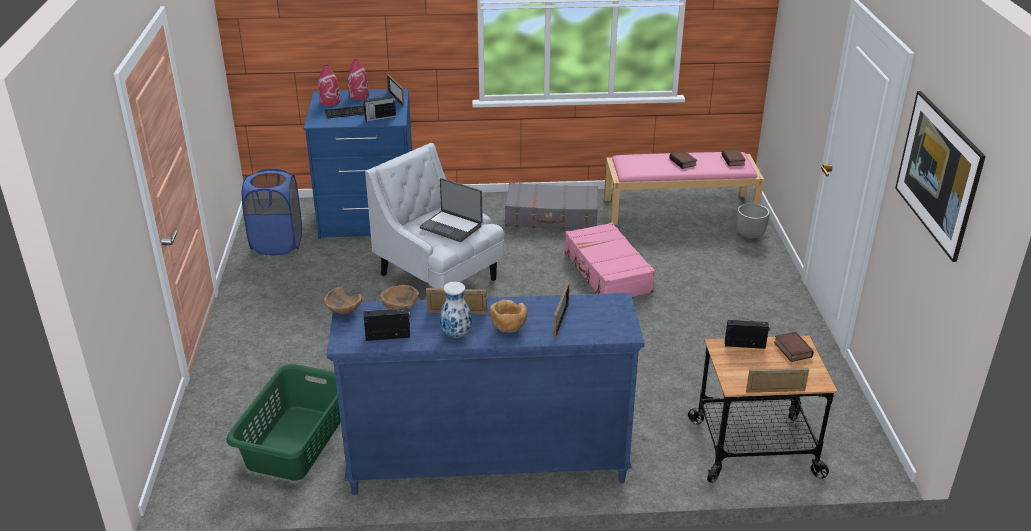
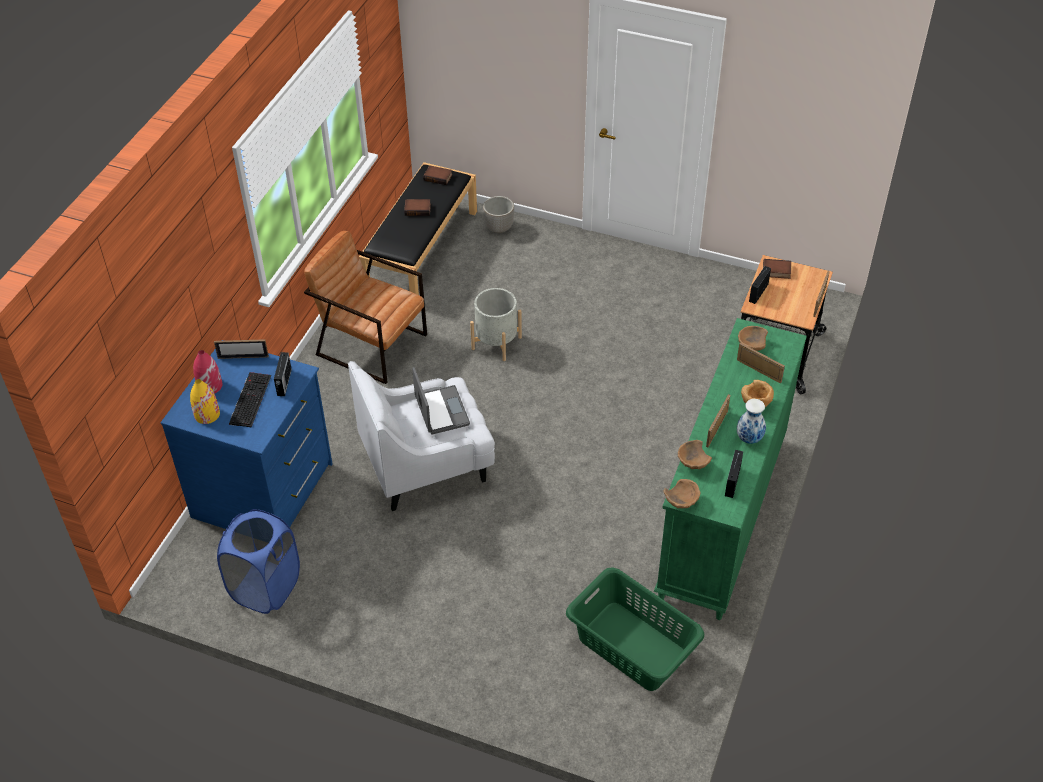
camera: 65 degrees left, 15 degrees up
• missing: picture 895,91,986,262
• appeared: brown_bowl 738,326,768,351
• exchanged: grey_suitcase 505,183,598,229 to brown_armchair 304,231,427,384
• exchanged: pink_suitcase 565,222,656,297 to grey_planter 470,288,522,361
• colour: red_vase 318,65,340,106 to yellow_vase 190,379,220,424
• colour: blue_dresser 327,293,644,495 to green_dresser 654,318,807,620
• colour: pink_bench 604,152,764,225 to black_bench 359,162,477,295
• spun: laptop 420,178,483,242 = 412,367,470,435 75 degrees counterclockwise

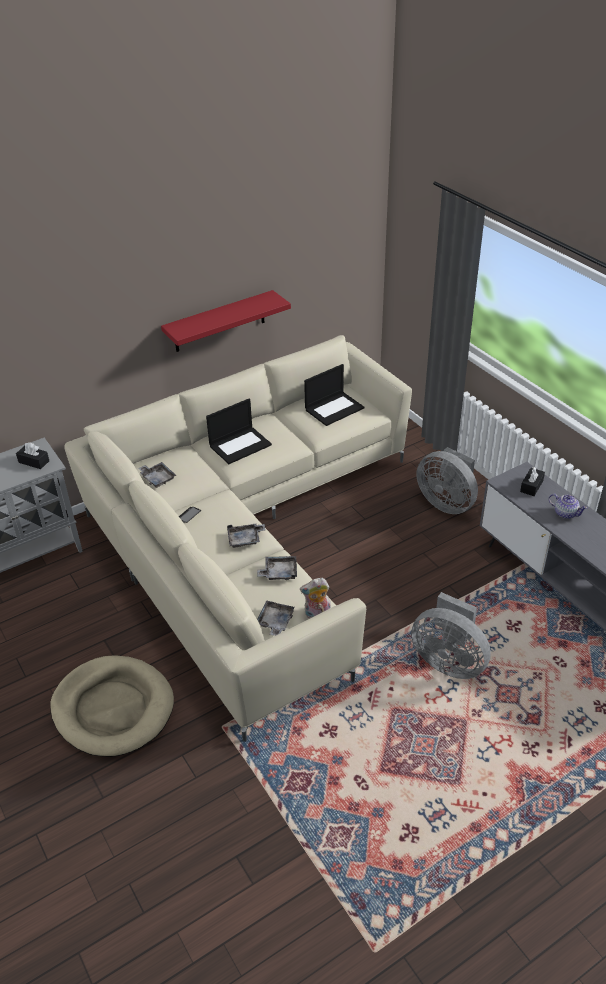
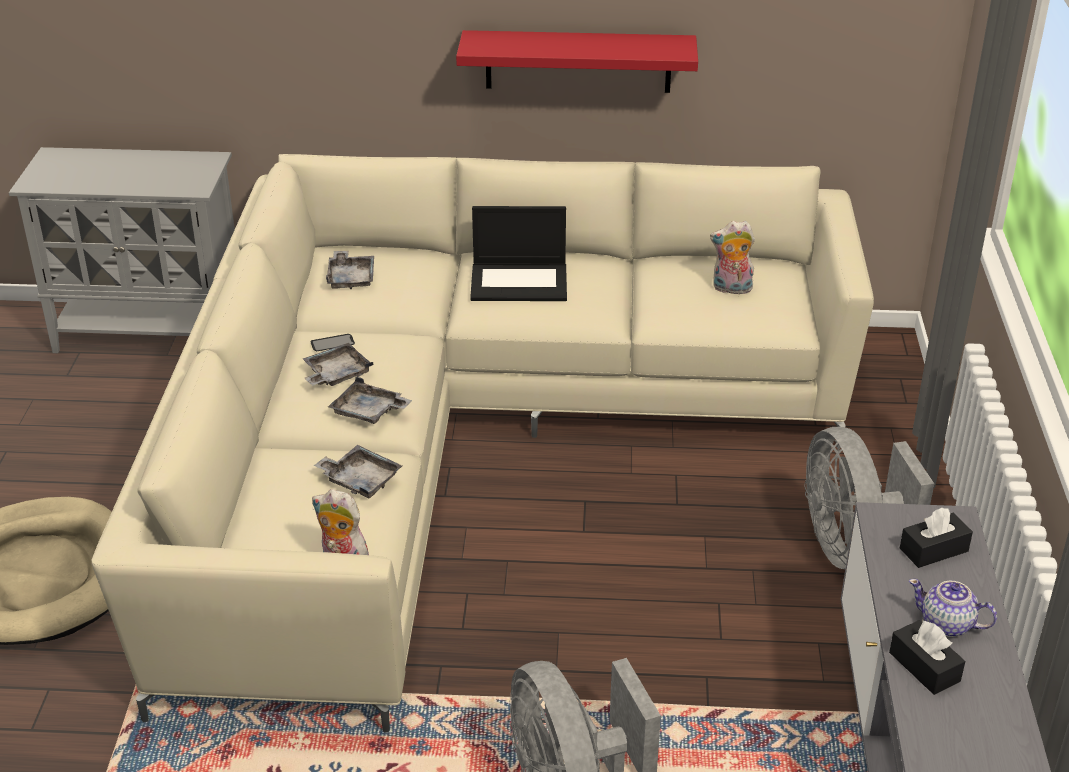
camera: 35 degrees right, 5 degrees down
• relocated: black_tissue_box 16,442,49,469 to 889,620,965,695
• relocated: grey_tray 257,600,295,636 to 303,343,373,386
• exchanged: laptop 304,364,364,426 to plush_toy 710,221,755,294
• spun: teapot 549,494,588,519 = 909,579,997,637 135 degrees clockwise

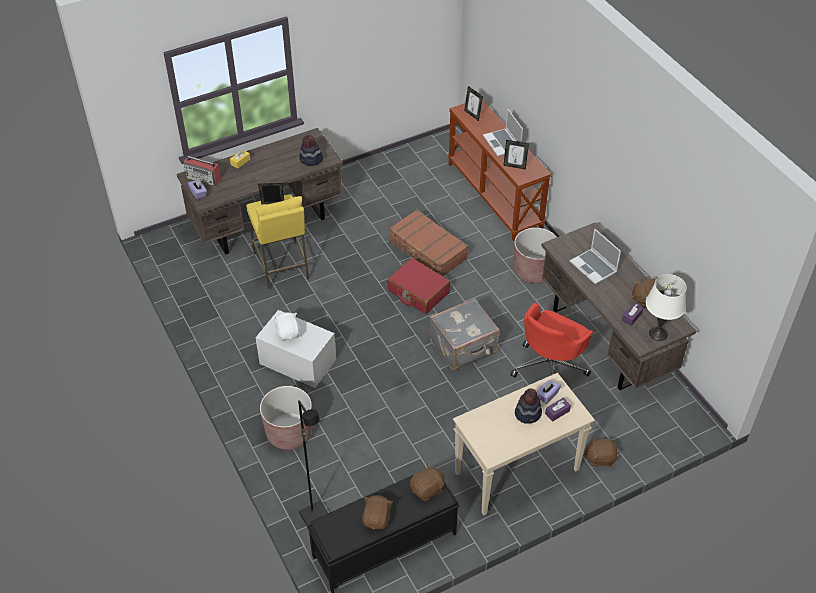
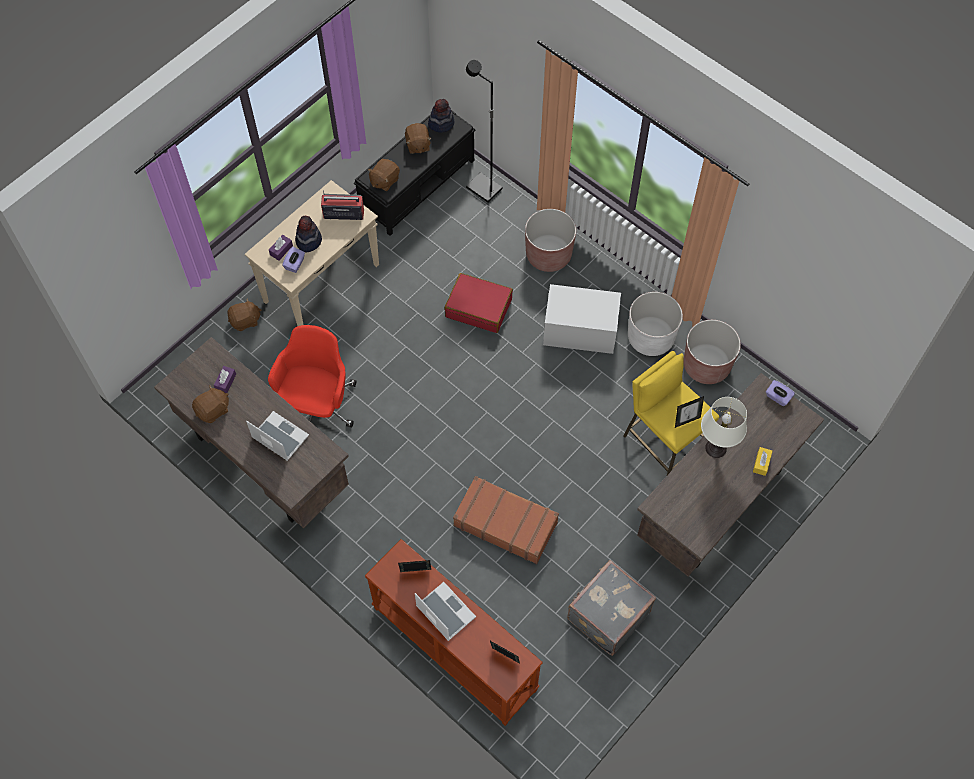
camera: 160 degrees right, 15 degrees up
• missing: white_plush_toy 272,312,300,341
• appeared: white_planter 628,292,683,356
• relocated: radio 184,156,221,186 to 321,190,364,220
• relocated: hat 299,135,324,166 to 428,99,454,133
• relocated: red_suitcase 387,258,450,314 to 445,273,513,333
• relocated: grey_suitcase 430,298,500,371 to 567,560,656,656
• relocated: brown_planter 514,228,557,284 to 684,320,741,384
• relocated: white_table_lamp 646,274,687,341 to 701,397,747,458

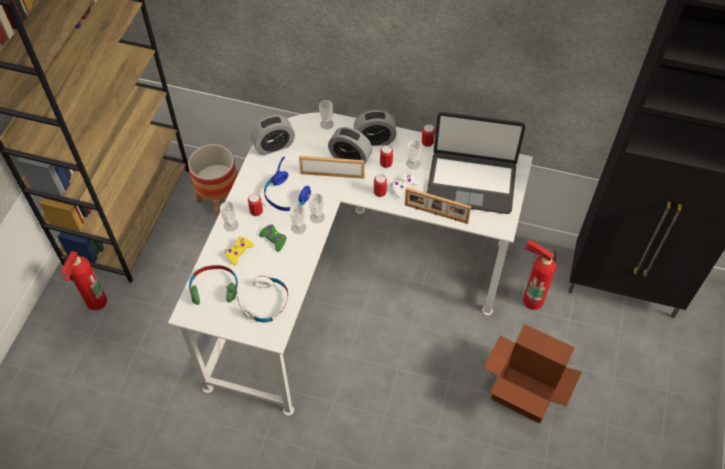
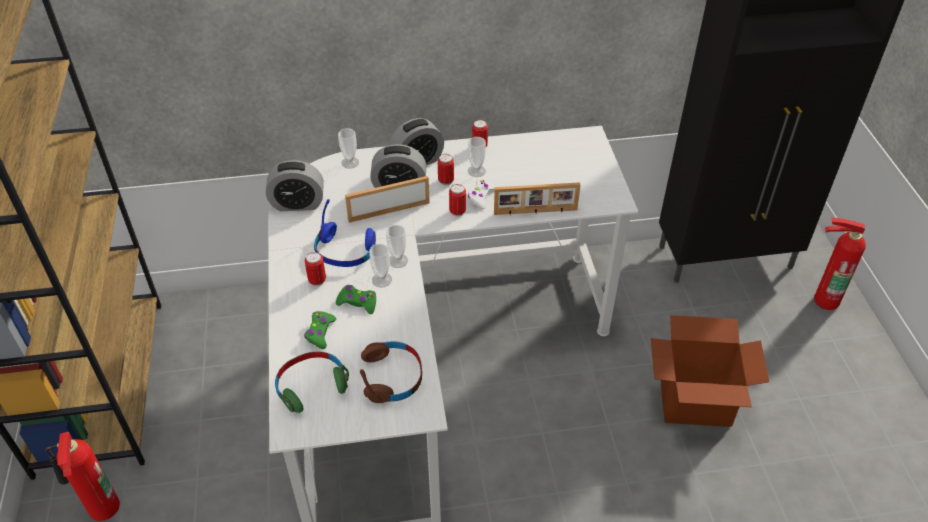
camera: 25 degrees left, 10 degrees down
• missing: planter 188,144,237,218
• missing: cup 220,201,239,232
• missing: laptop 427,112,525,214
• relocated: fire_extinguisher 523,240,557,310 to 814,218,866,310
• colour: yellow_game_controller 225,237,254,265 to green_game_controller 304,311,336,349
• colour: white_headphones 237,275,289,322 to brown_headphones 360,341,422,403
• spun: alarm_clock 250,115,295,155 = 266,160,324,211 45 degrees clockwise

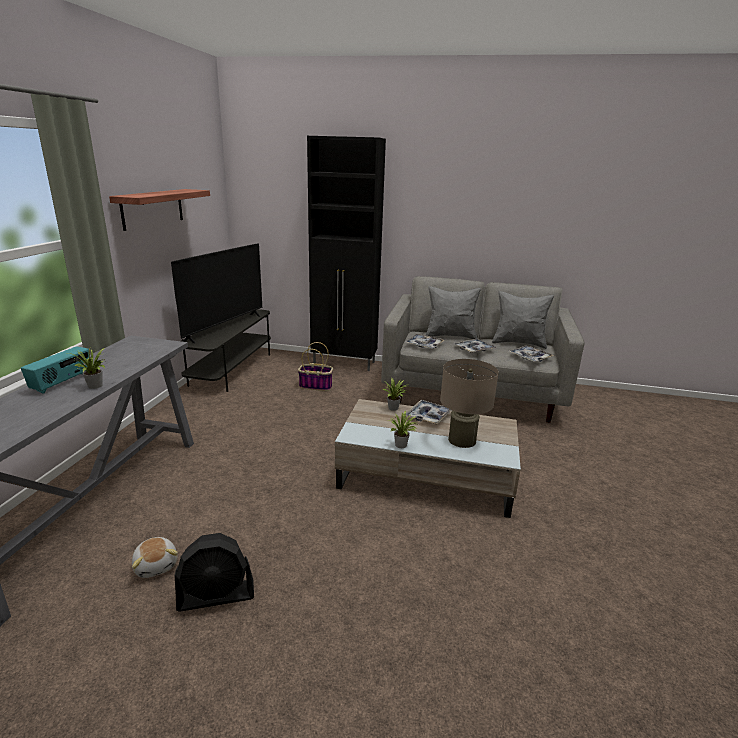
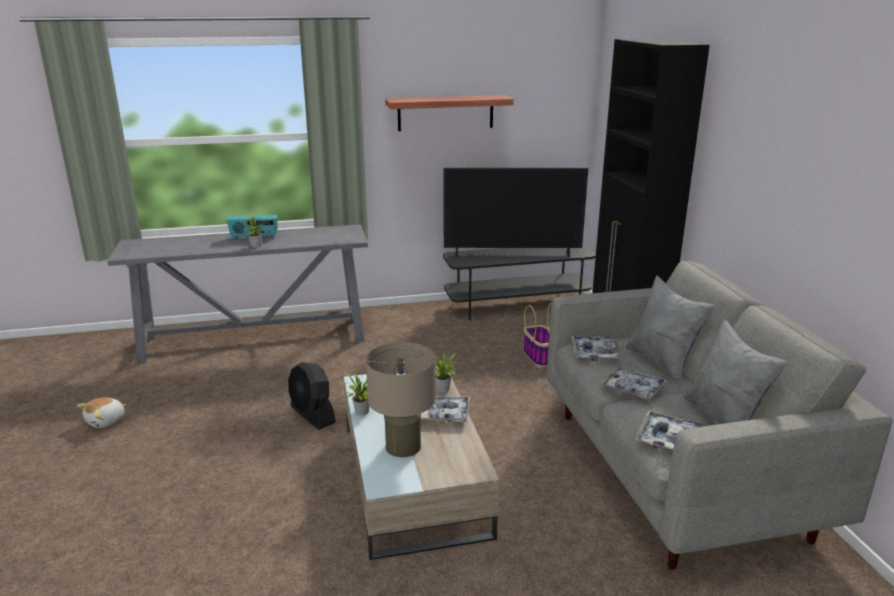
camera: 65 degrees right, 0 degrees up
• relocated: plush_toy 132,537,178,578 to 77,397,126,428
• relocated: black_fan 175,533,254,612 to 288,362,336,430

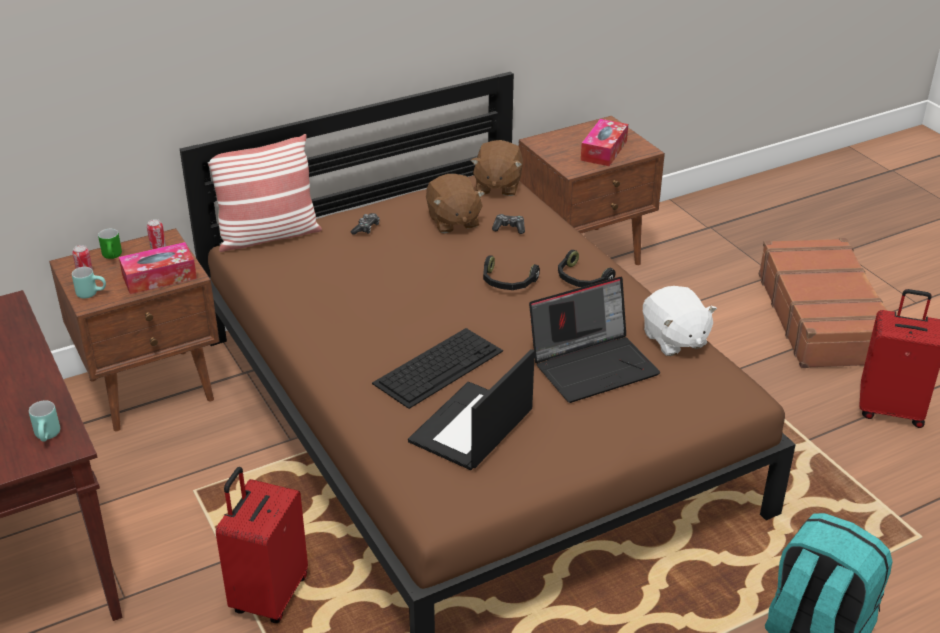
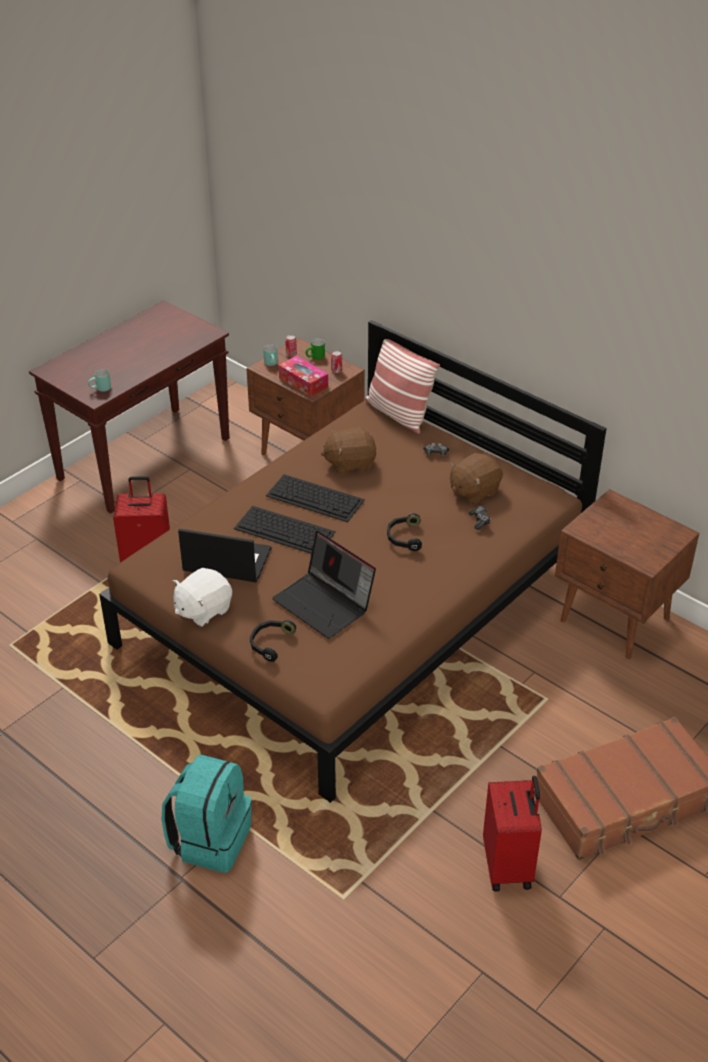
camera: 70 degrees right, 5 degrees up
• missing: tissue_box 581,119,628,166
• appeared: keyboard 266,474,365,522
• relocated: brown_plush_toy 471,140,523,196 to 321,427,377,475
• relocated: black_headphones 558,250,615,287 to 250,620,296,662
• relocated: white_plush_toy 643,286,717,356 to 173,568,232,627

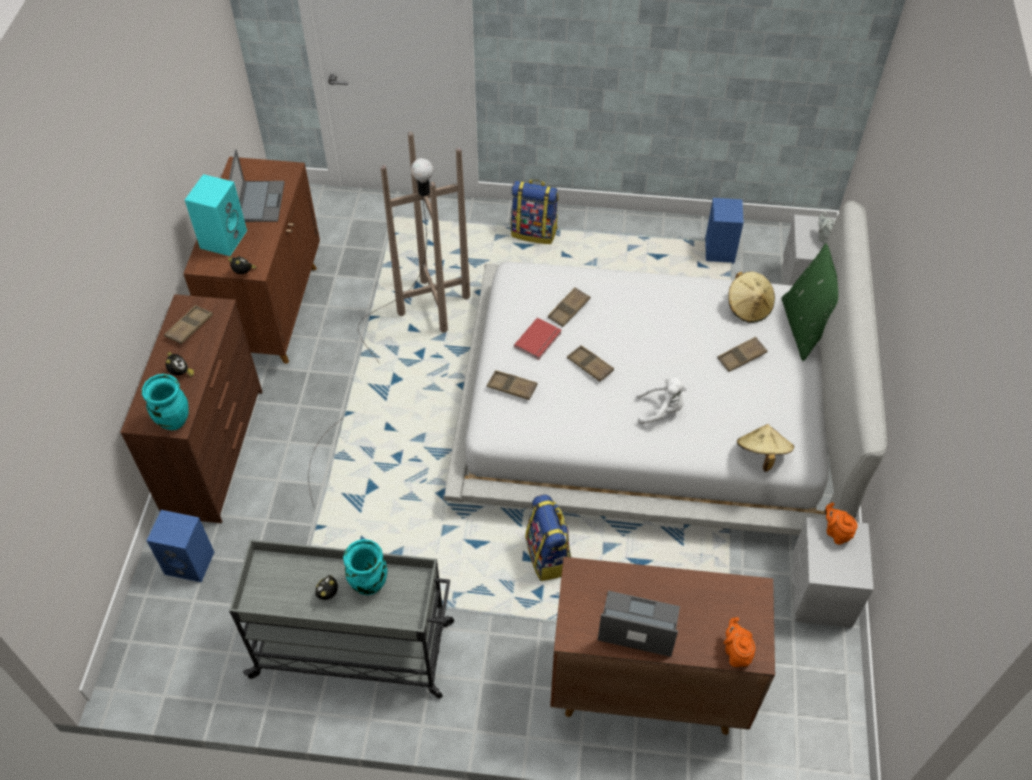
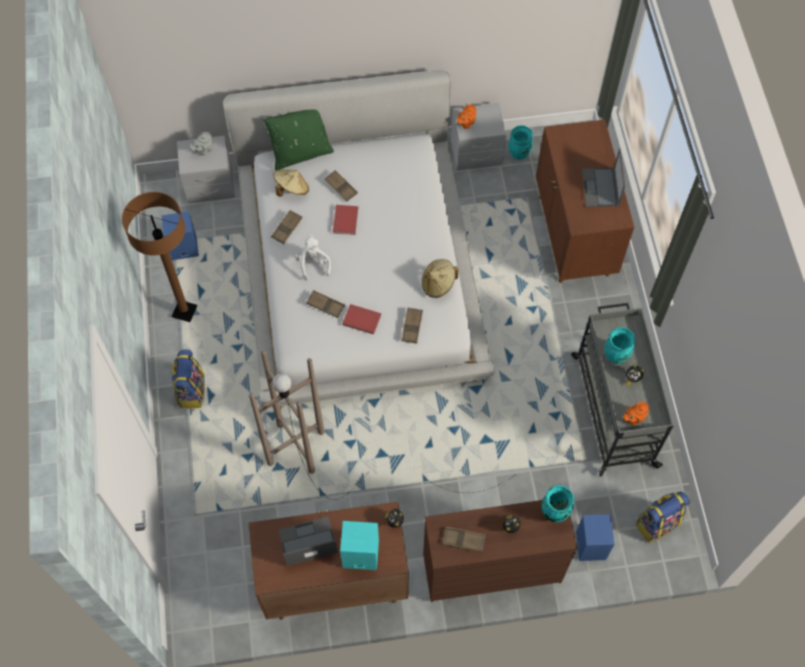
camera: 105 degrees left, 10 degrees up
• appeared: brown_floor_lamp 122,192,197,322
• appeared: red_book 333,205,358,235
• appeared: turquoise_vase 509,125,533,160
• relocated: backpack 525,495,571,581 to 636,492,690,543
• relocated: brown_tray 567,345,614,382 to 271,210,303,244
• relocated: white_plush_toy 637,378,687,424 to 295,235,331,281
• relocated: orange_teapot 724,617,755,667 to 623,402,649,426
• relocated: beige_hat 737,424,794,472 to 422,259,458,298

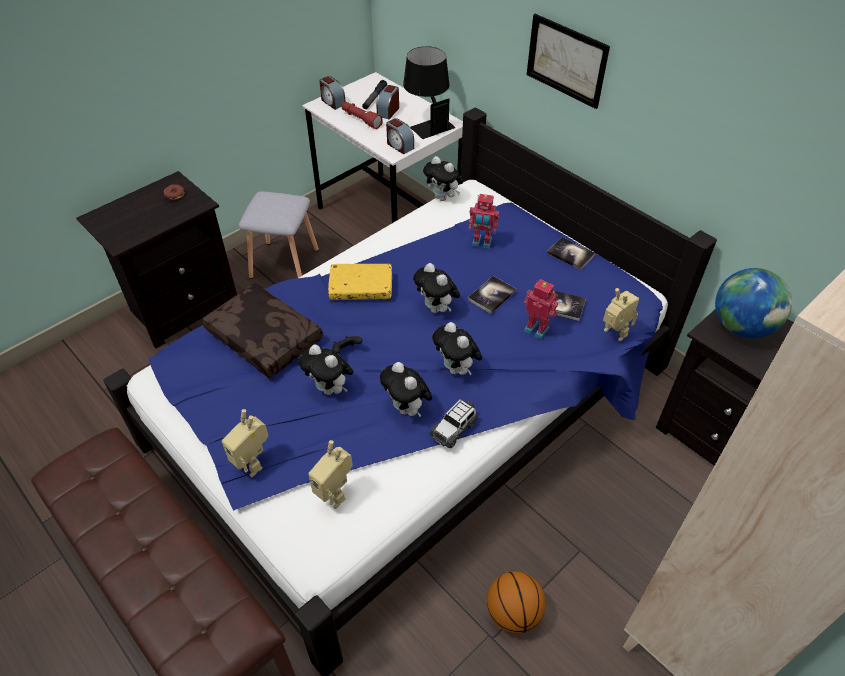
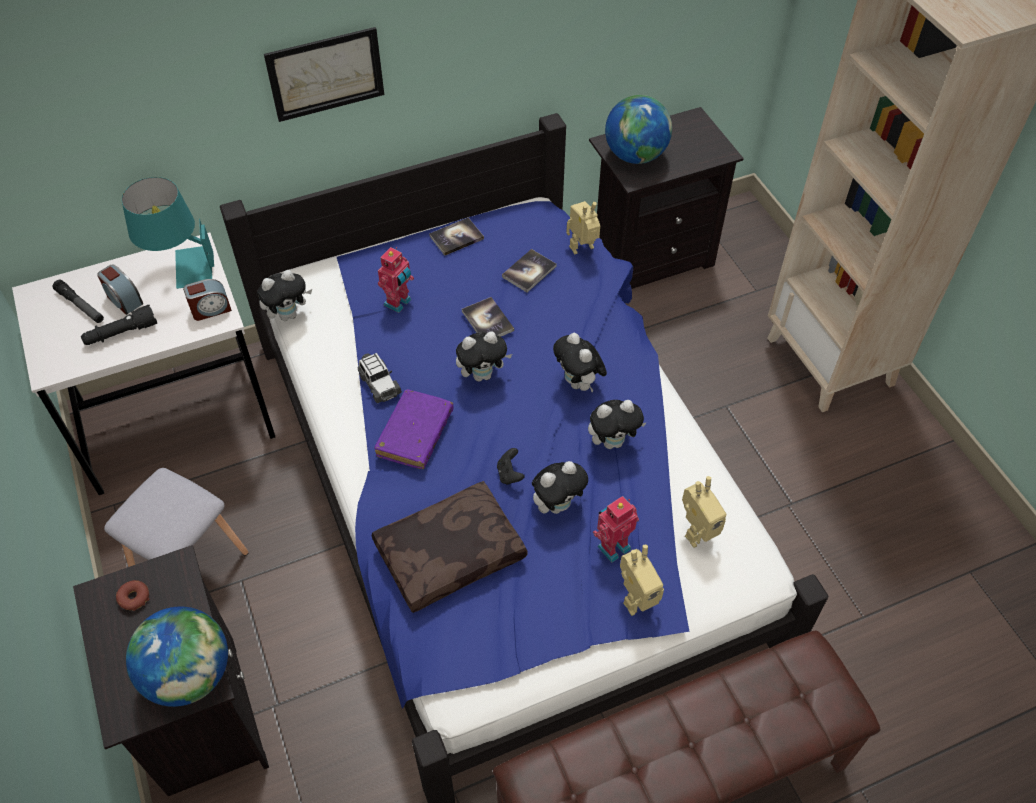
camera: 70 degrees left, 5 degrees up
• missing: alarm_clock 319,76,346,110
• missing: basketball 487,571,546,633
• appeared: globe 126,607,228,707
• relocated: toy_car 429,399,478,448 to 357,353,402,403
• relocated: toy_robot 524,279,558,339 to 593,496,639,563
• colour: yellow_book 328,264,392,300 to purple_book 374,389,453,469
• colour: red_flashlight 341,102,383,129 to black_flashlight 81,305,157,345
• colour: black_table_lamp 403,46,455,139 to turquoise_table_lamp 122,177,214,289
• spun: plush_toy 432,322,482,376 = 553,333,607,392 75 degrees clockwise

